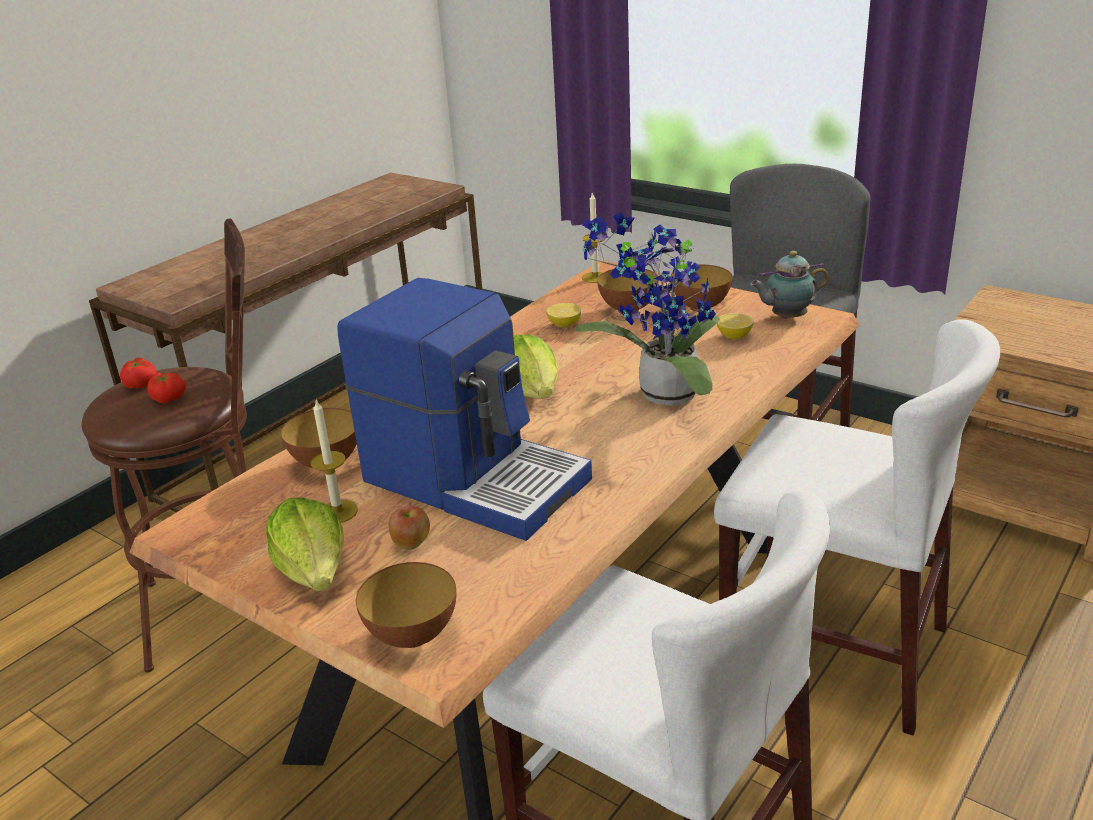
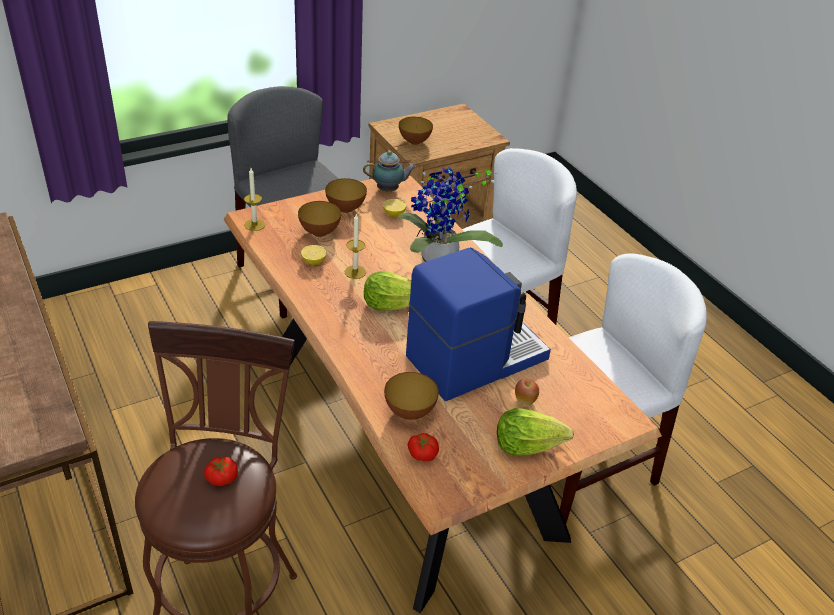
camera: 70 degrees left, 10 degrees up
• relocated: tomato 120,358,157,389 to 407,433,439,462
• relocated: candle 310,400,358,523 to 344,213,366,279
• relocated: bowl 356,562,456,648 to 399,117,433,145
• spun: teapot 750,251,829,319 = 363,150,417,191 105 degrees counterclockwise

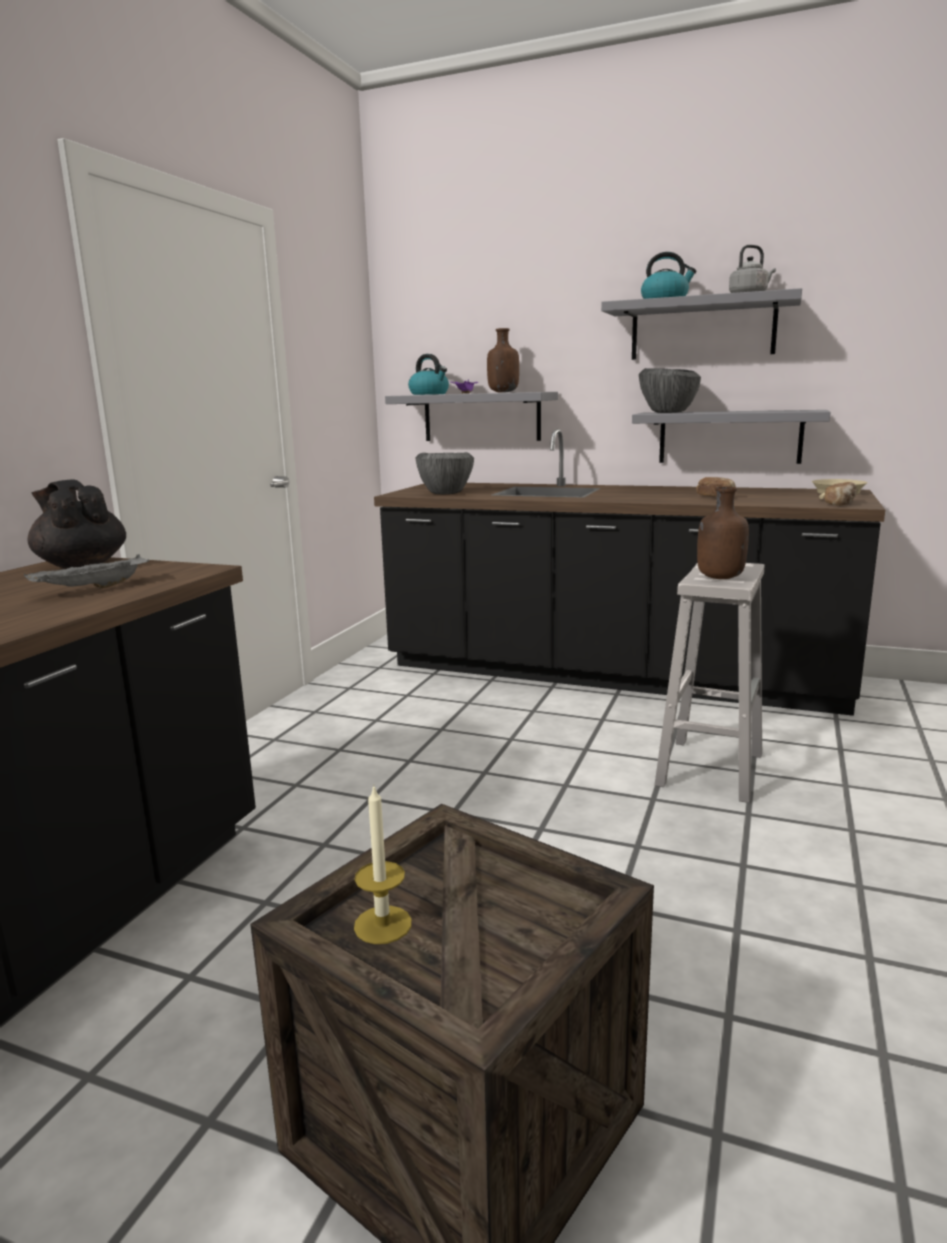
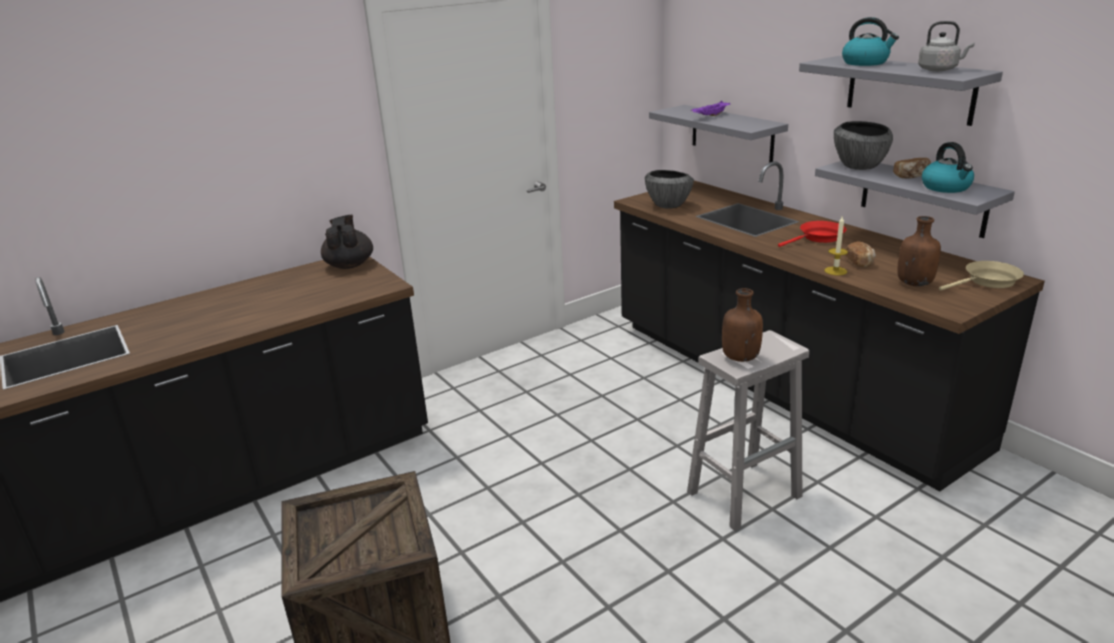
camera: 35 degrees right, 10 degrees up
• missing: grey_tray 24,554,149,588
• appeared: red_frying_pan 778,221,847,247
• relocated: candle 354,784,412,944 to 824,215,848,275
• relocated: kettle 408,354,449,395 to 922,142,974,193
• relocated: brown_bottle 487,328,519,393 to 897,216,941,286
• relocated: bread 824,482,858,506 to 893,158,931,178

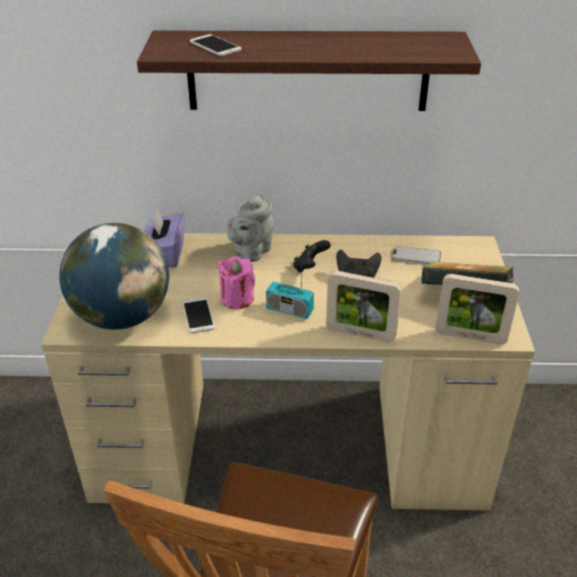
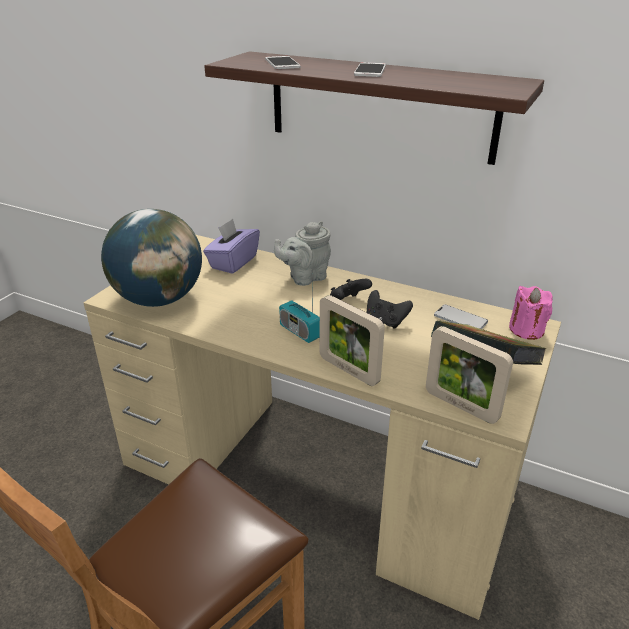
camera: 25 degrees right, 5 degrees down
• relocated: phone 183,297,215,333 to 354,62,386,77
• relocated: pink_candle 219,256,255,309 to 509,286,553,340

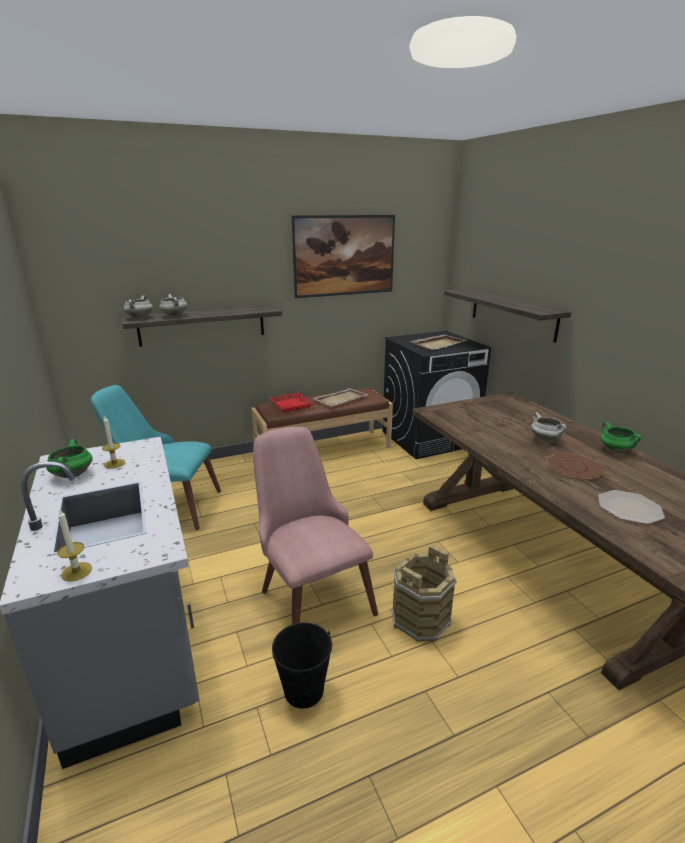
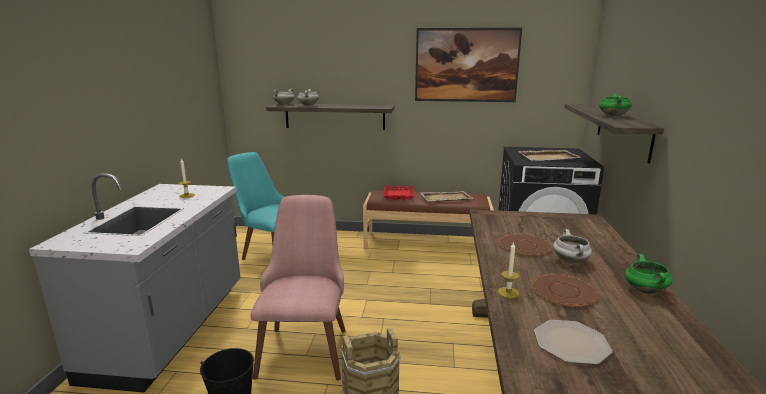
camera: 30 degrees right, 5 degrees down
• appeared: brown_plate 499,234,552,256
• relocated: green_cooking_pot 46,439,93,478 to 599,93,632,117
• relocated: candle 57,510,92,581 to 498,241,519,298

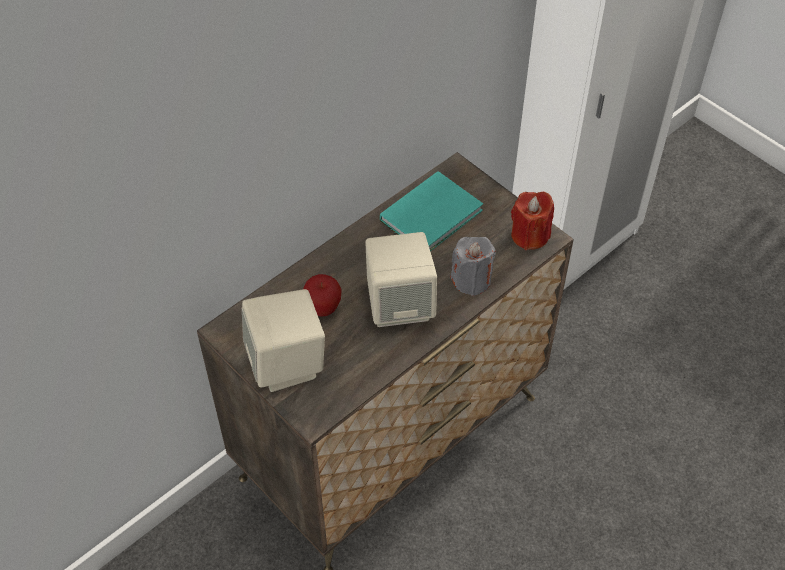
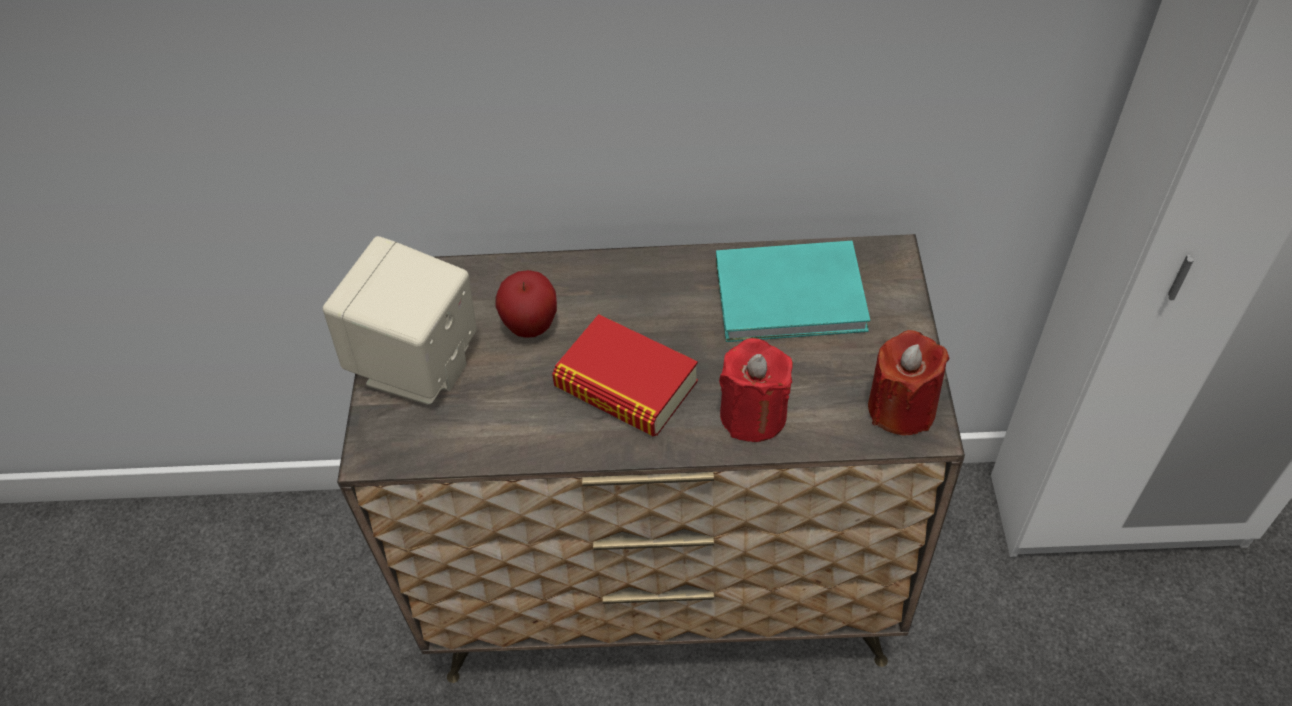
camera: 45 degrees right, 0 degrees up
• exchanged: beige_speaker 365,232,437,327 to book 552,314,698,437
• colour: grey_candle 451,237,496,296 to red_candle 719,338,793,442

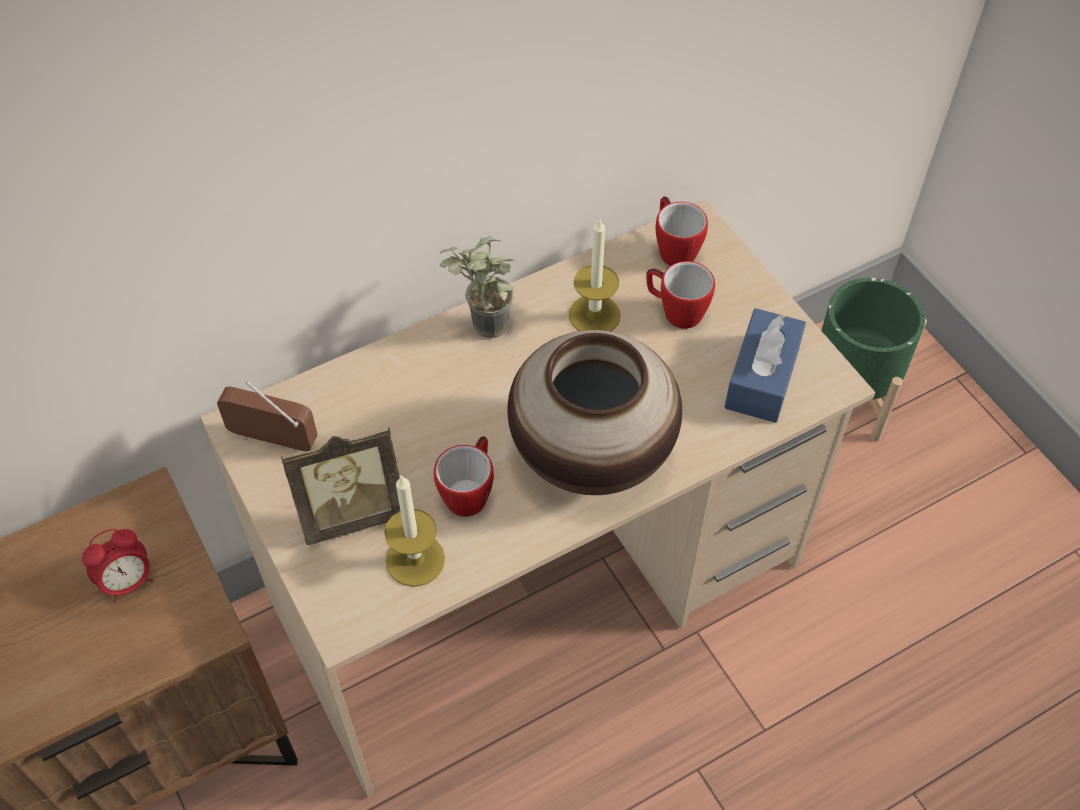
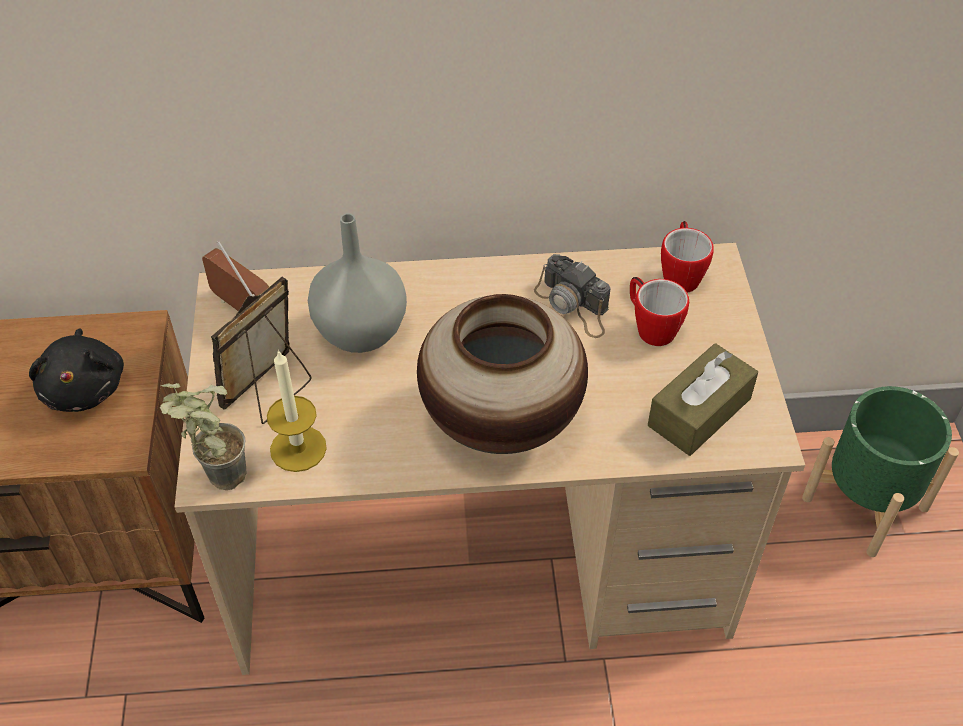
camera: 25 degrees right, 5 degrees down
• missing: mug 434,436,494,517
• appeared: grey_vase 308,213,407,353
• relocated: potted_plant 439,236,515,338 to 160,383,246,490
• exchanged: alarm_clock 82,529,153,603 to black_plush_toy 29,328,124,412
• exchanged: candle 569,219,621,331 to photo_camera 534,254,611,338
• colour: blue_tissue_box 724,308,806,423 to brown_tissue_box 648,343,758,456
• spun: picture_frame 281,427,400,545 = 211,277,312,424 120 degrees clockwise

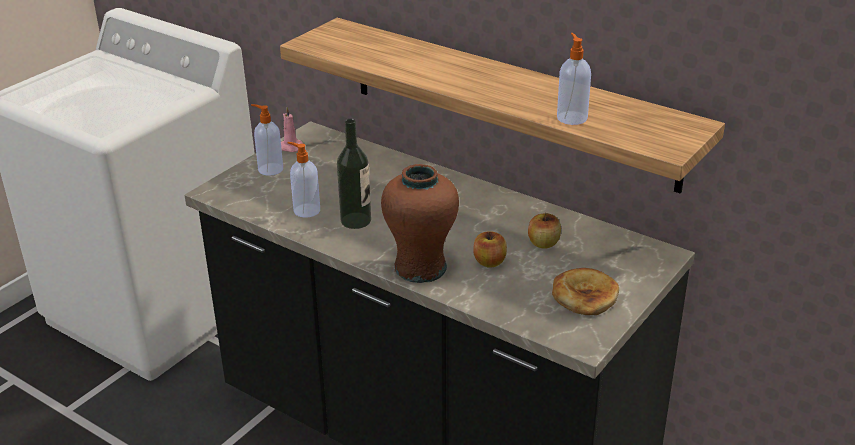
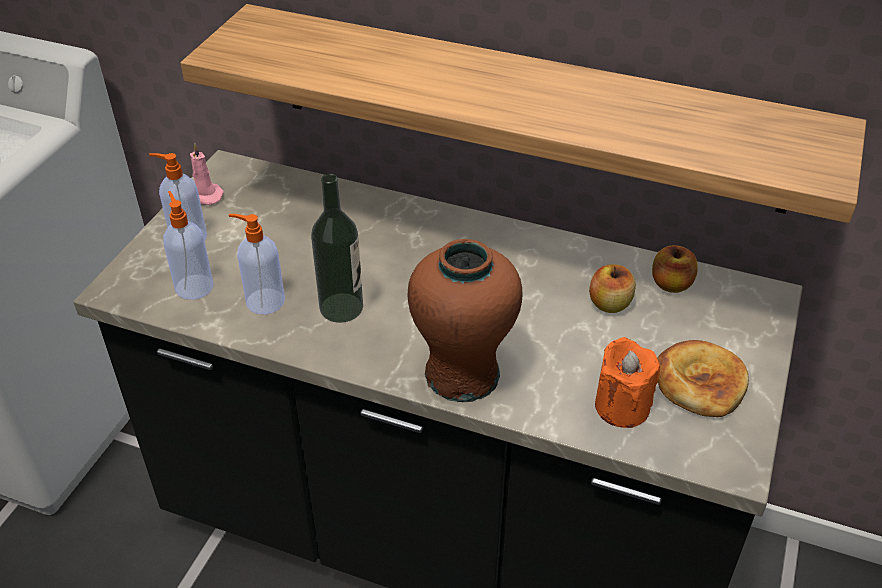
camera: 15 degrees left, 10 degrees up
• appeared: orange_candle 595,337,660,428
• relocated: apple 473,231,507,268 to 652,245,698,293
• relocated: soap_dispenser 557,33,591,125 to 163,191,213,300

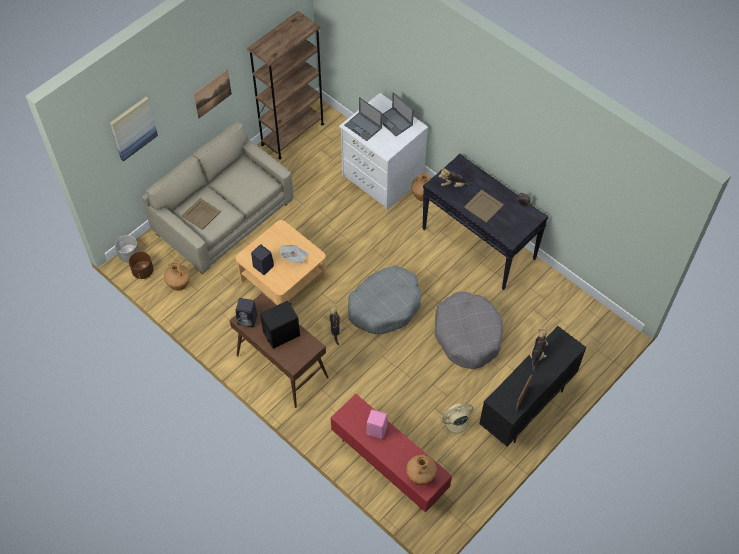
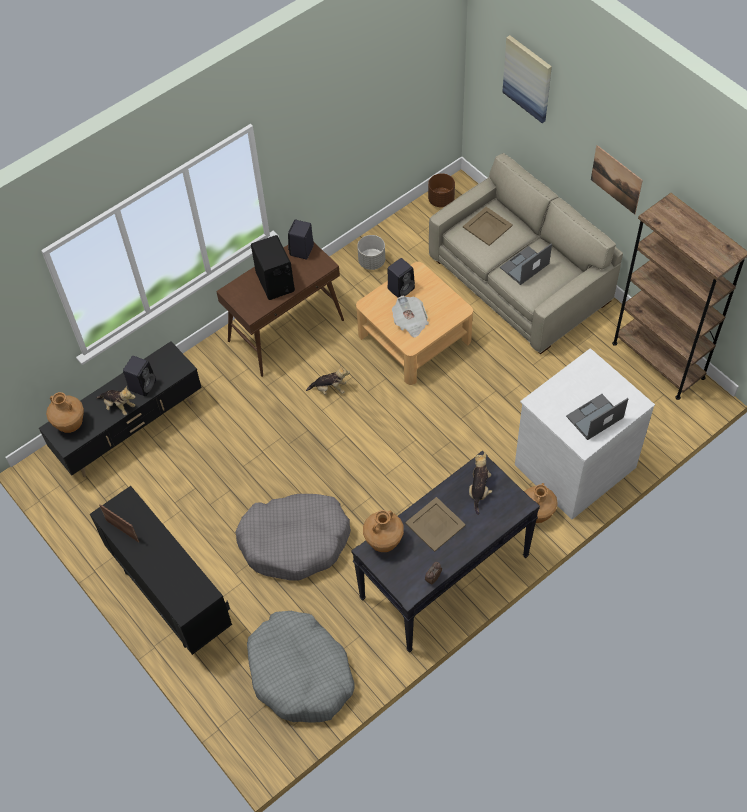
camera: 100 degrees right, 0 degrees up
• missing: beige_fan 439,404,475,439
• relocated: grey_planter 115,235,140,262 to 357,235,385,270
• relocated: brown_vase 164,262,190,291 to 363,510,404,552
• relocated: laptop 344,97,382,141 to 500,243,552,285
• relocated: grey_dog_bed 348,266,421,334 to 247,611,355,723
• relocated: plush_toy 530,327,548,371 to 96,386,136,416
• colour: red_tv_stand 331,394,452,512 to black_tv_stand 39,341,202,477
• colour: pink_speaker 366,410,388,439 to black_speaker 123,356,156,397

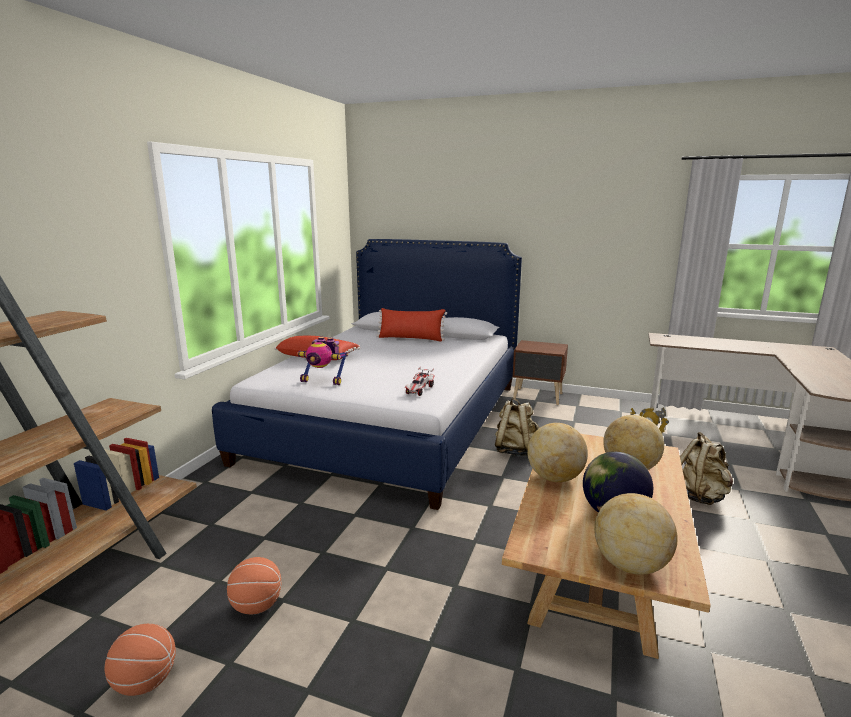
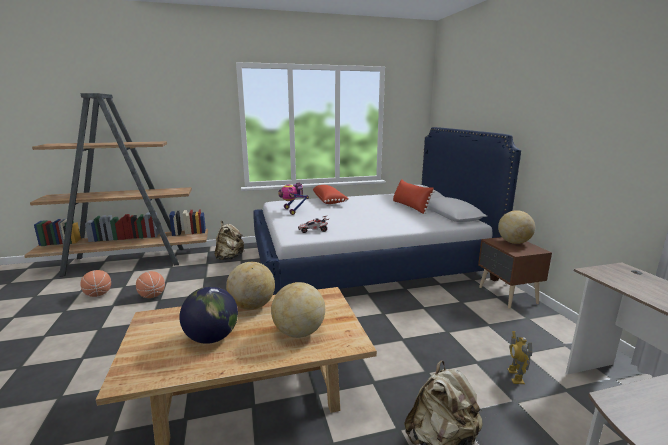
camera: 55 degrees right, 0 degrees up
• relocated: beige_backpack 495,398,540,456 to 215,221,244,260
• relocated: globe 594,493,678,575 to 498,210,535,244

